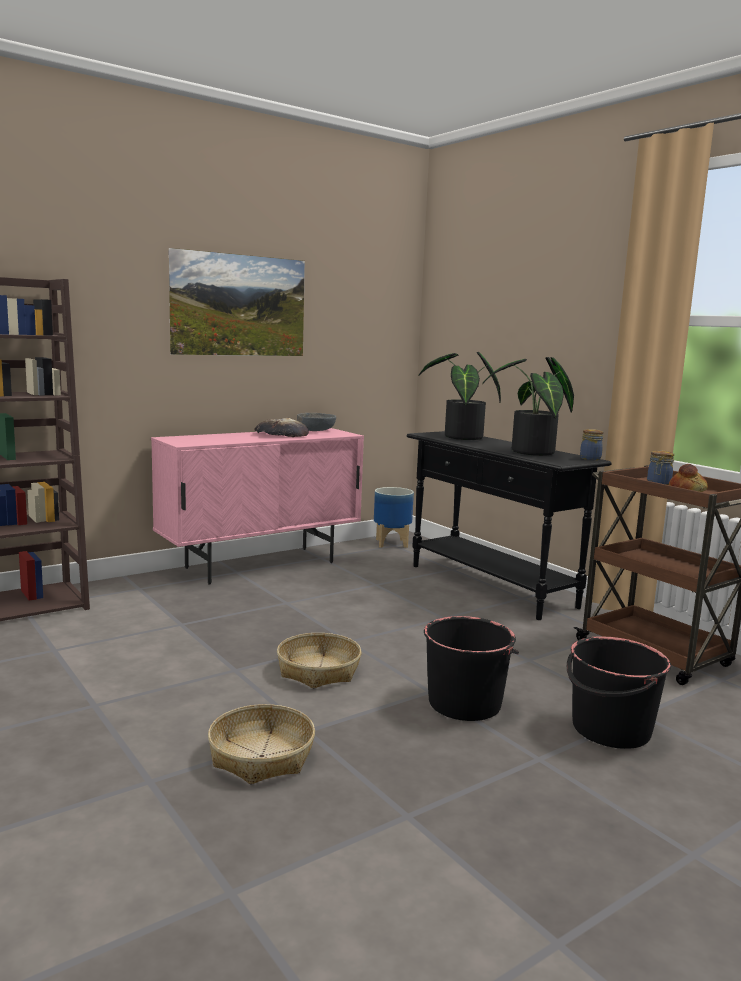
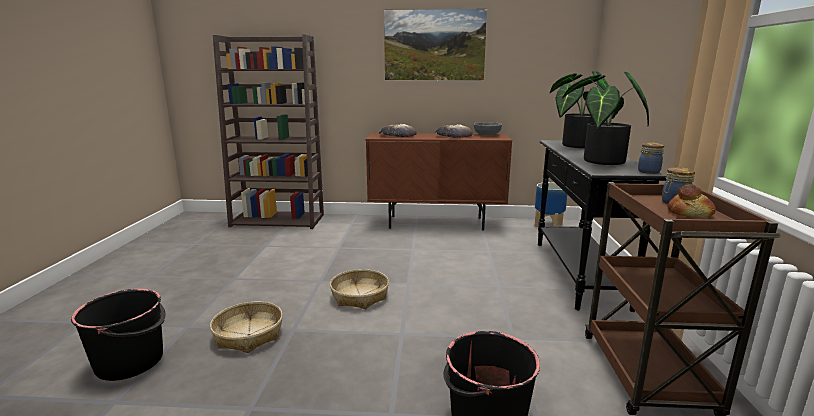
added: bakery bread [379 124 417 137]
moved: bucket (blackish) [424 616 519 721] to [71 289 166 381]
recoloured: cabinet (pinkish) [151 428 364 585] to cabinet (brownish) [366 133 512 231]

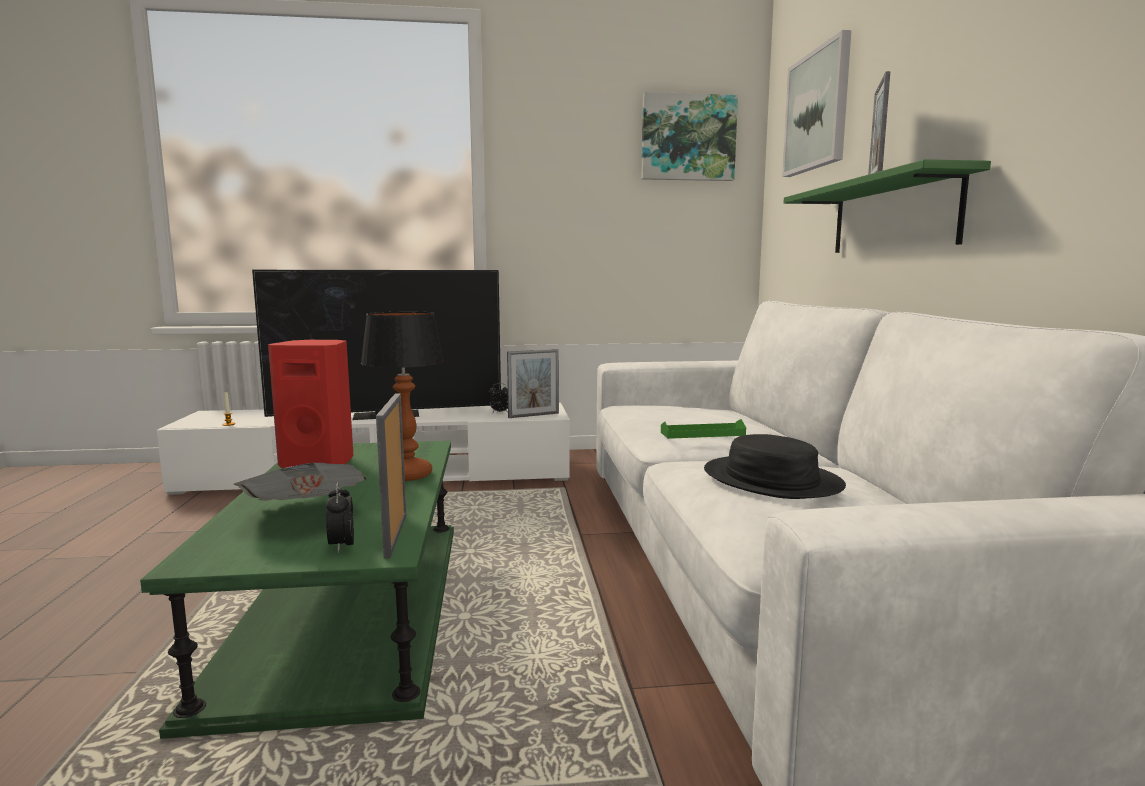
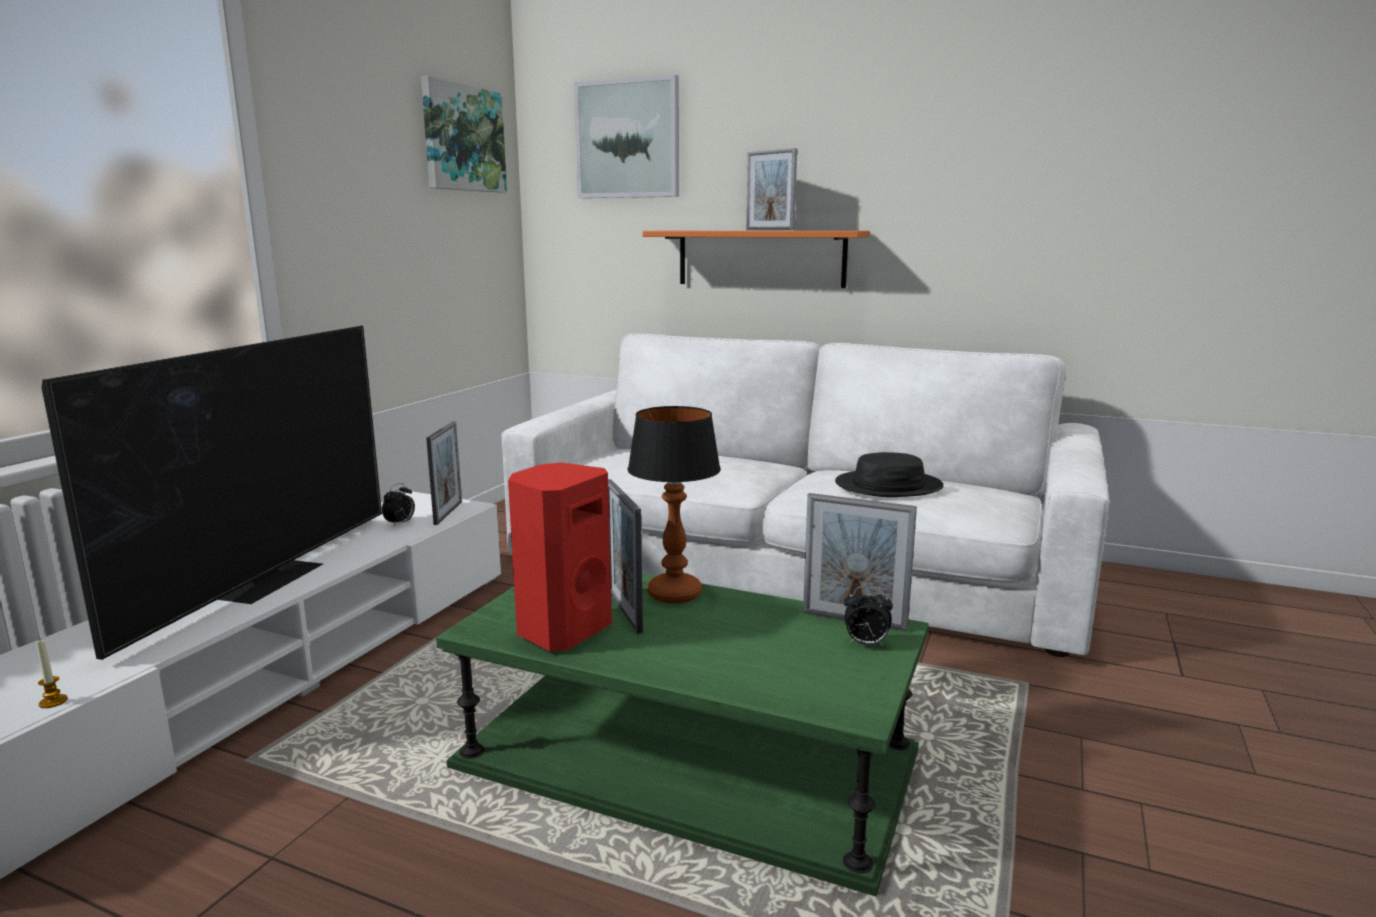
removed: tray (green) [661 419 746 439]; newspaper [233 463 367 501]
added: photo frame [608 479 643 634]
recoloured: wall shelf (green) [784 159 991 253] to wall shelf (orangey) [643 231 870 288]

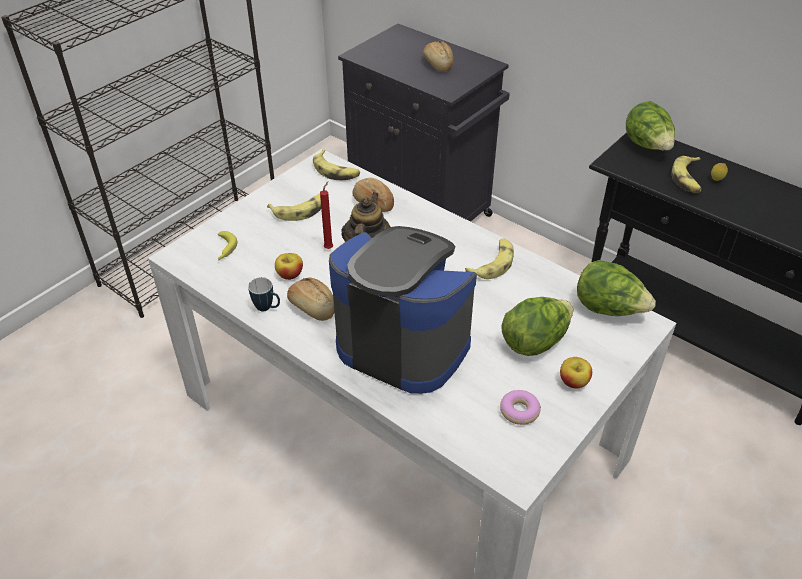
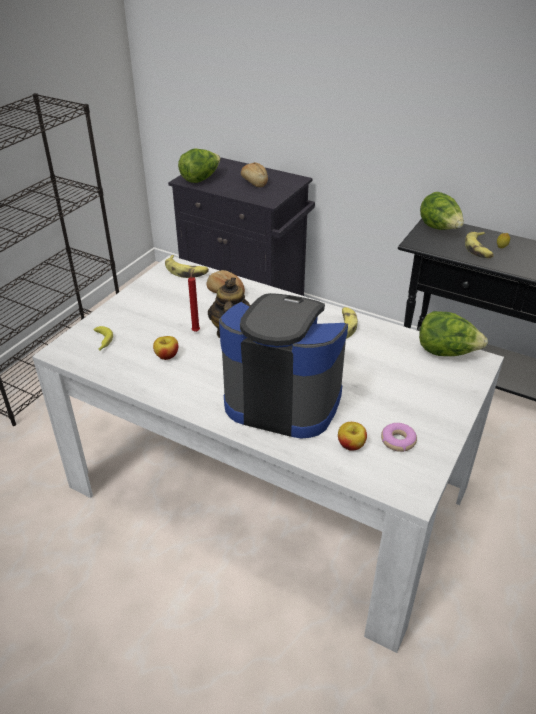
removed: banana fruit [267 193 321 221]; mug [248 277 280 311]; bakery bread [287 278 334 321]
moved: head of lettuce [501 297 573 356] to [178 148 220 183]; apple fruit [560 357 592 388] to [338 422 367 451]

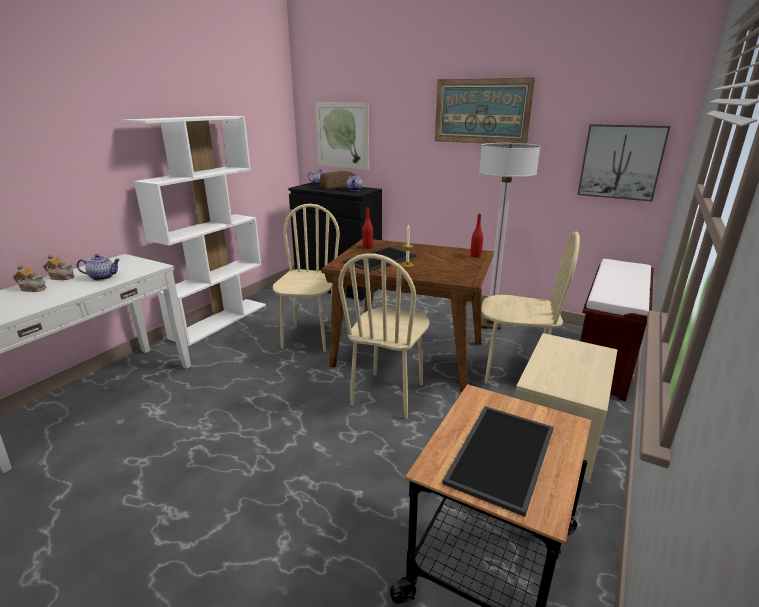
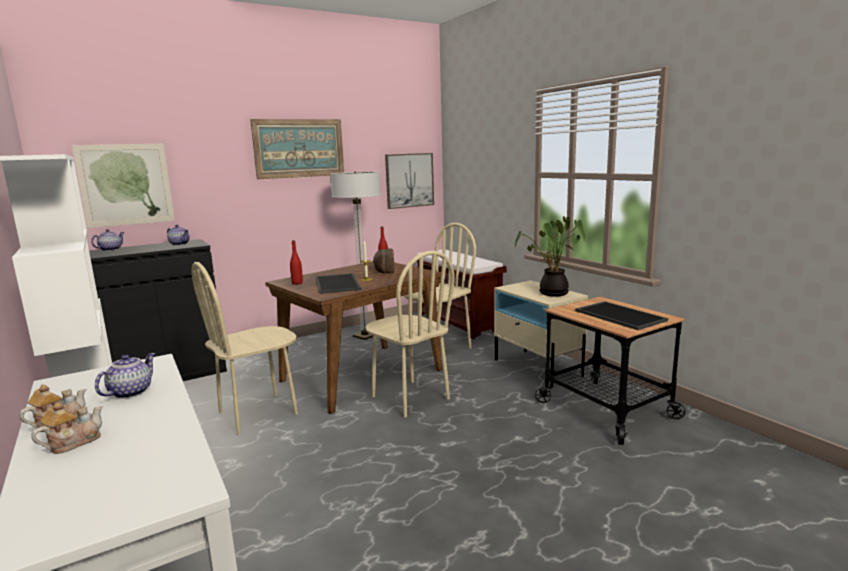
added: houseplant [515 216 586 297]
moved: bakery bread [320 171 353 189] to [373 248 395 273]
turned: plain chair (sand-coloured) [273 204 340 352] = [192 262 298 435] 75 degrees counterclockwise

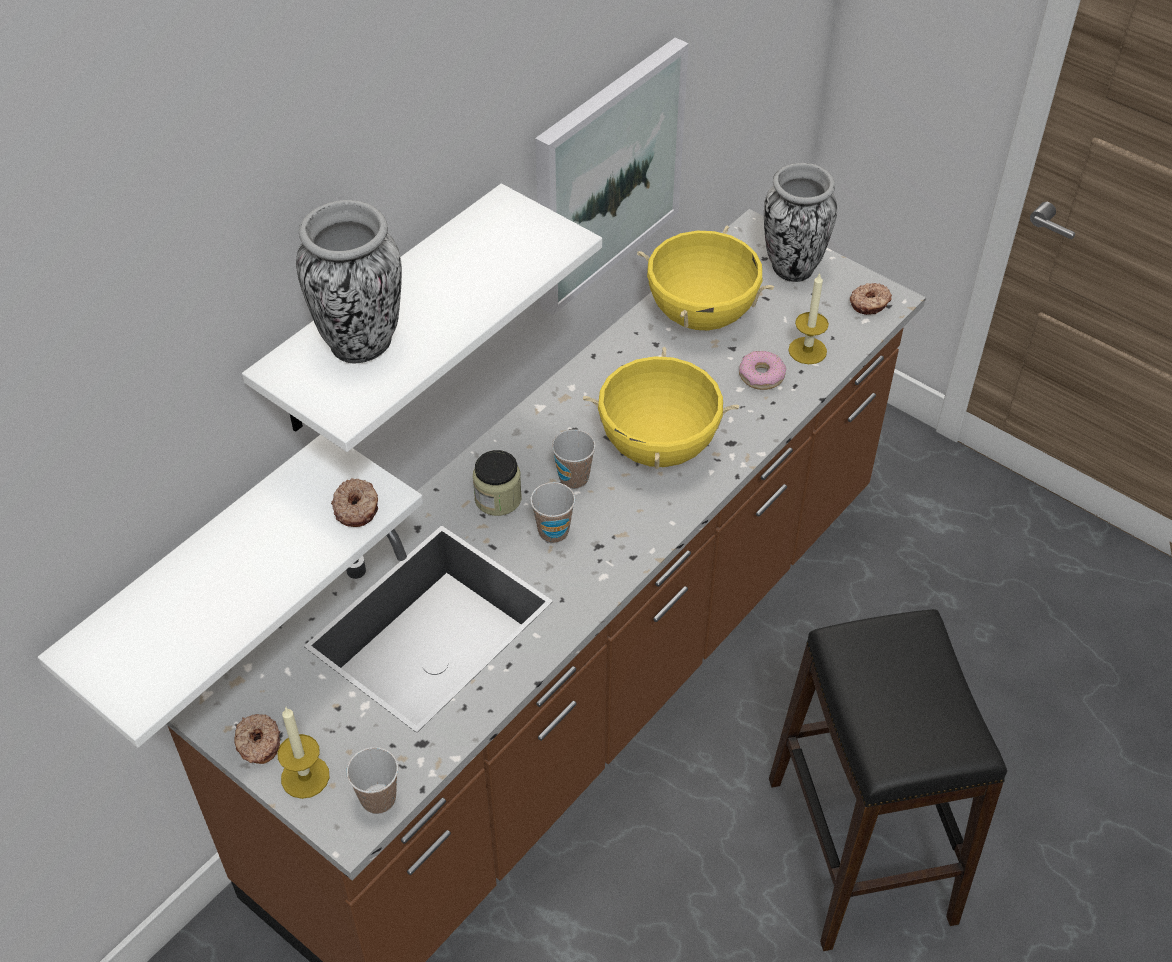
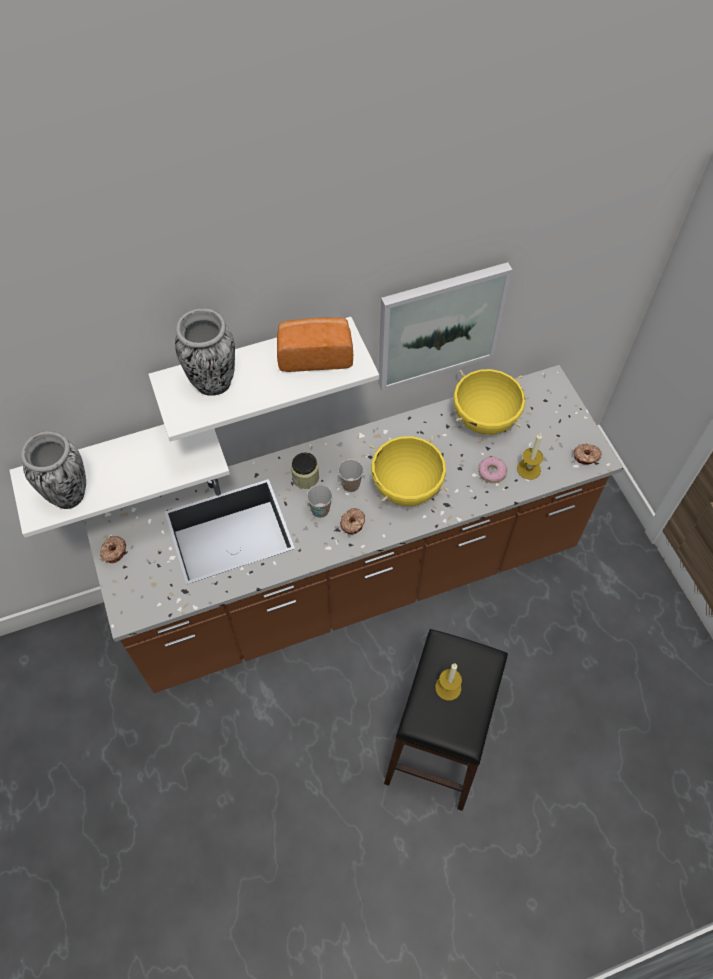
removed: small cup [346 747 398 814]
added: bakery bread [277 317 353 372]
moved: decorative vase [764 163 837 282] to [21 431 86 509]; donut [331 478 378 527] to [340 508 365 534]; wax candle [278 707 330 799] to [435 664 462 701]

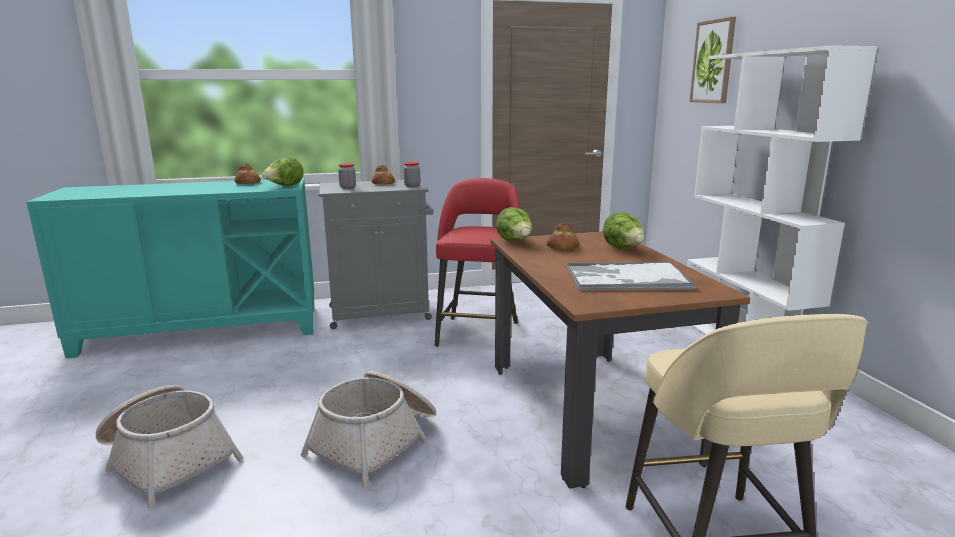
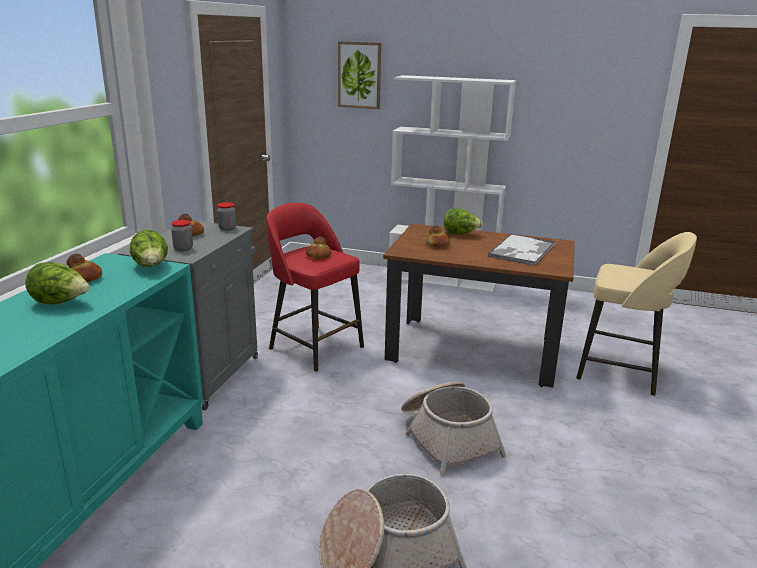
added: bakery bread [306 237 331 258]
moved: head of lettuce [496 207 533 242] to [25 262 90 305]

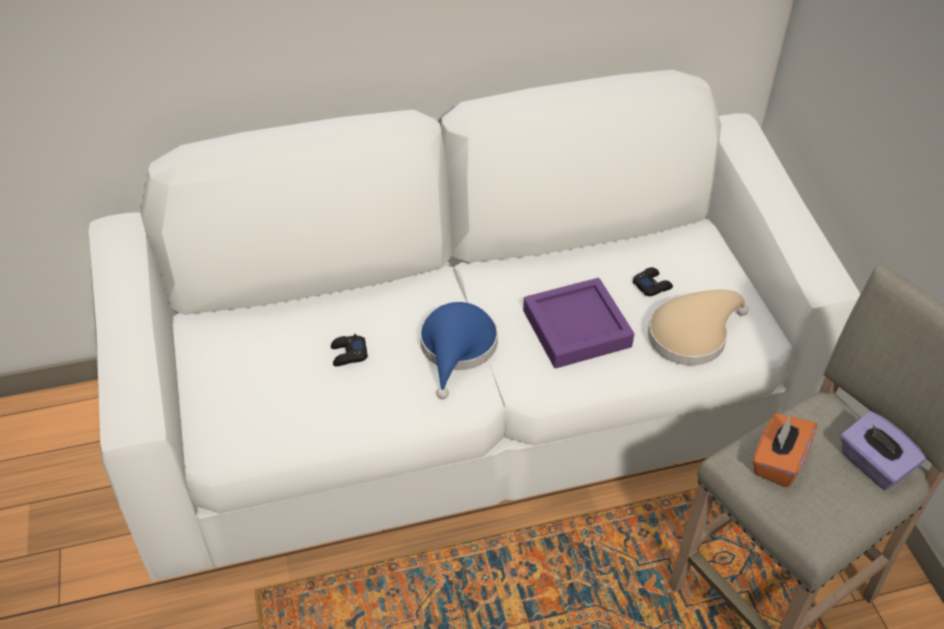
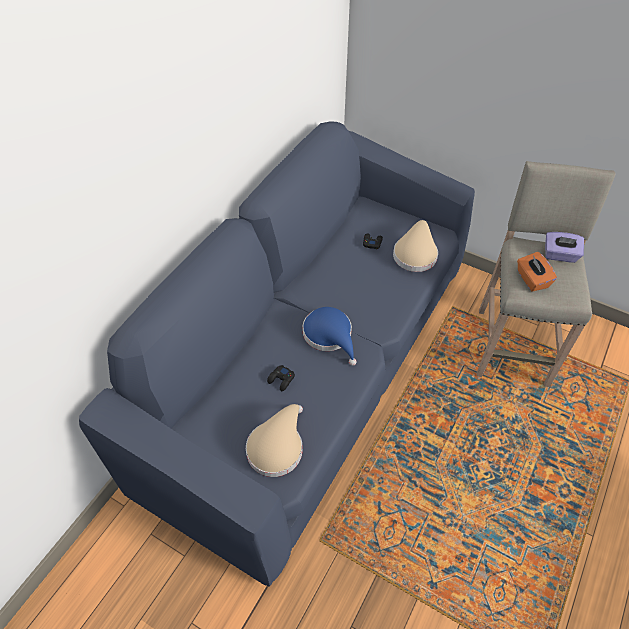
removed: tray (purple-coloured) [523 278 634 368]
added: clothing hat (sand-coloured) [246 404 303 477]
recoloured: sofa (whitish) [89 70 860 581] to sofa (bluish) [79 121 475 587]

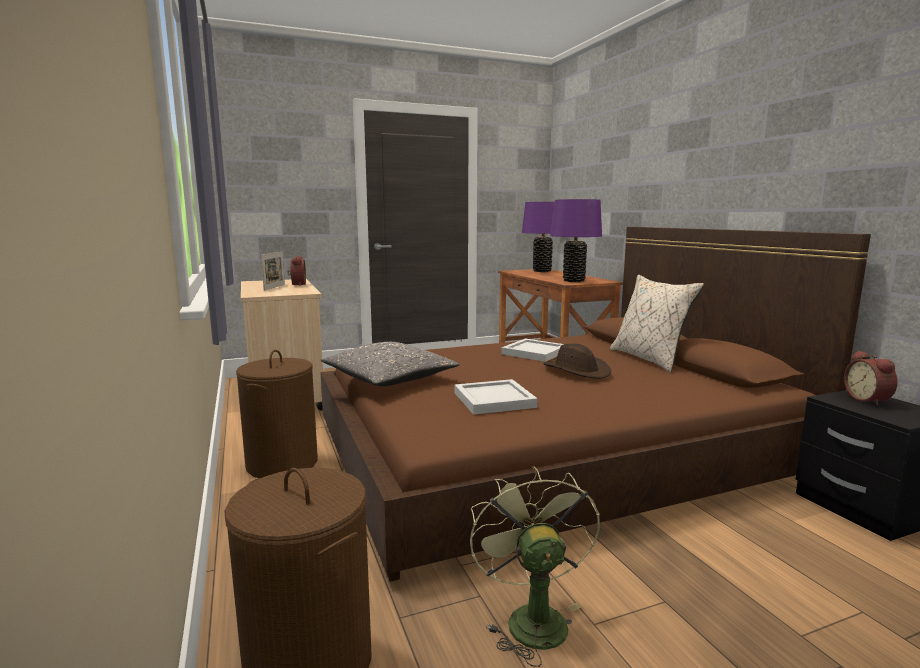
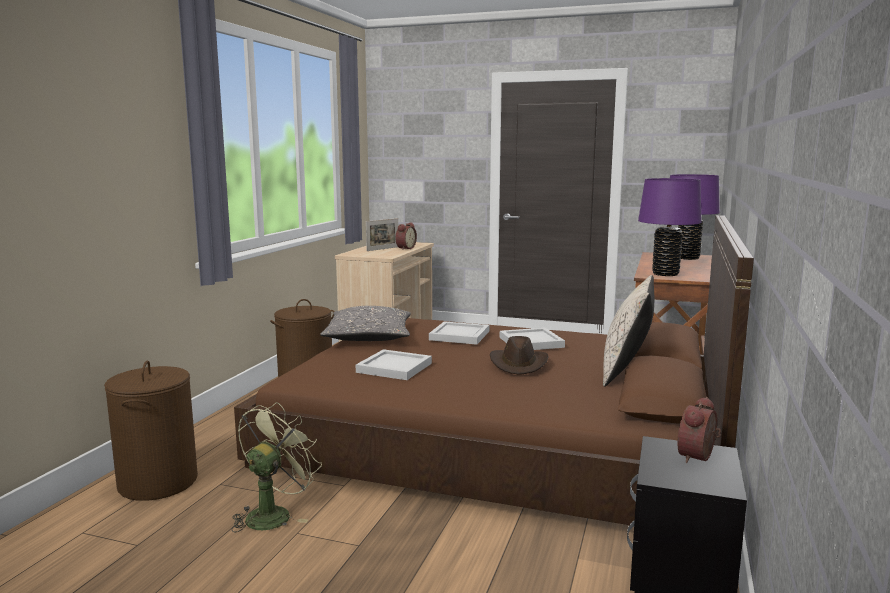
added: tray (whitish) [429 321 489 345]

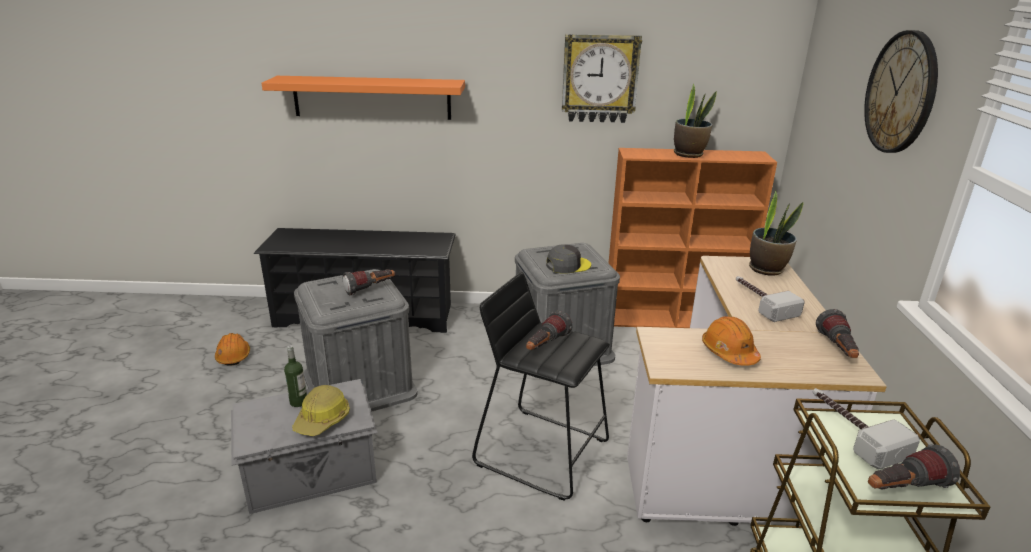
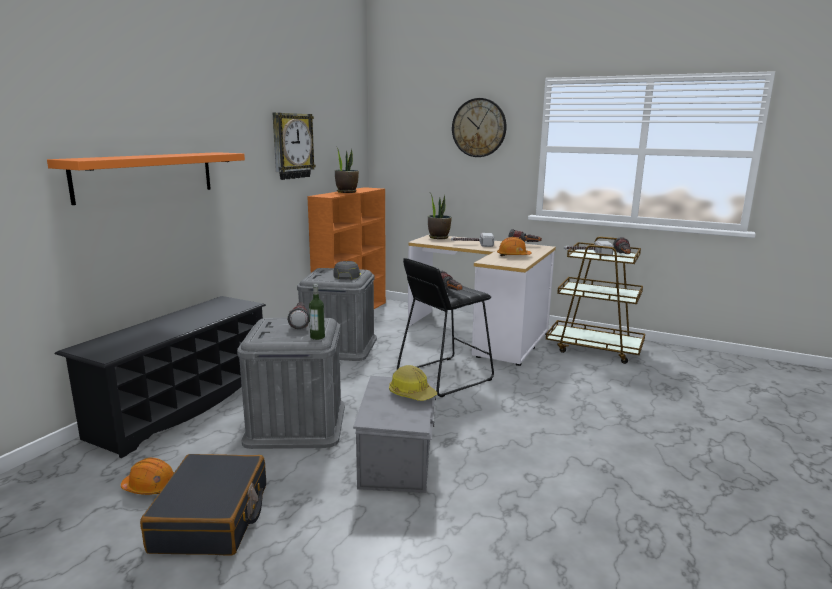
added: travel case (blackish) [140 454 266 556]
moved: drink bottle [284 345 307 407] to [309 284 325 340]

